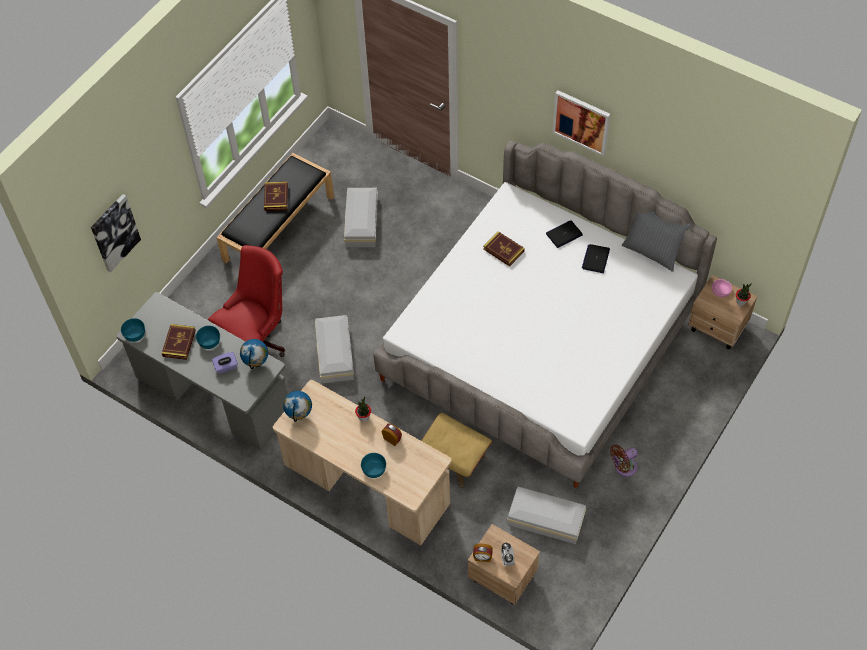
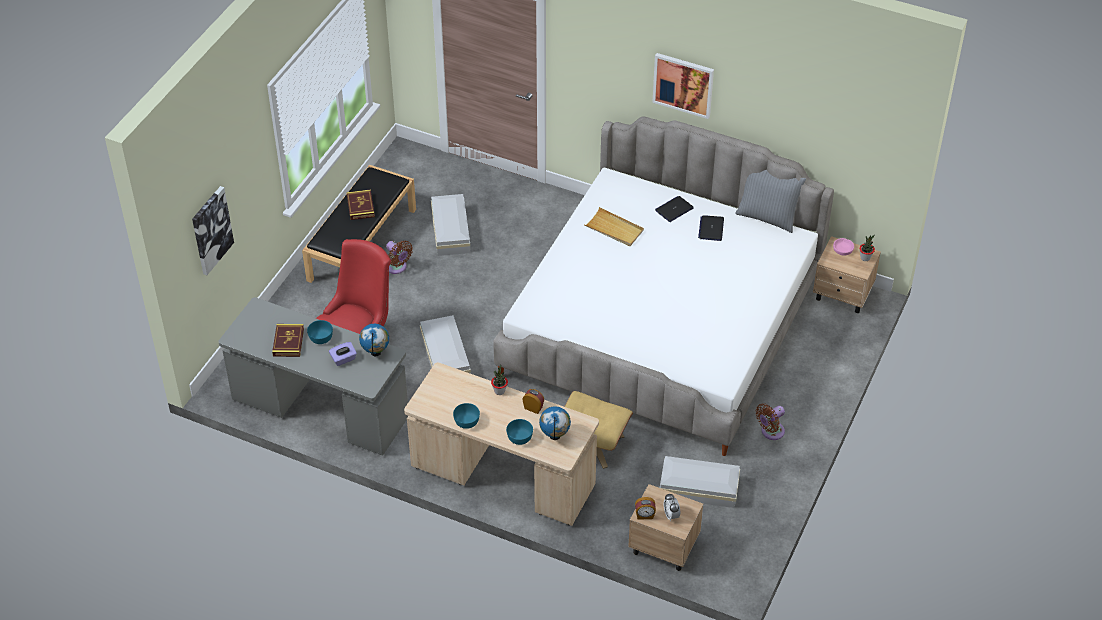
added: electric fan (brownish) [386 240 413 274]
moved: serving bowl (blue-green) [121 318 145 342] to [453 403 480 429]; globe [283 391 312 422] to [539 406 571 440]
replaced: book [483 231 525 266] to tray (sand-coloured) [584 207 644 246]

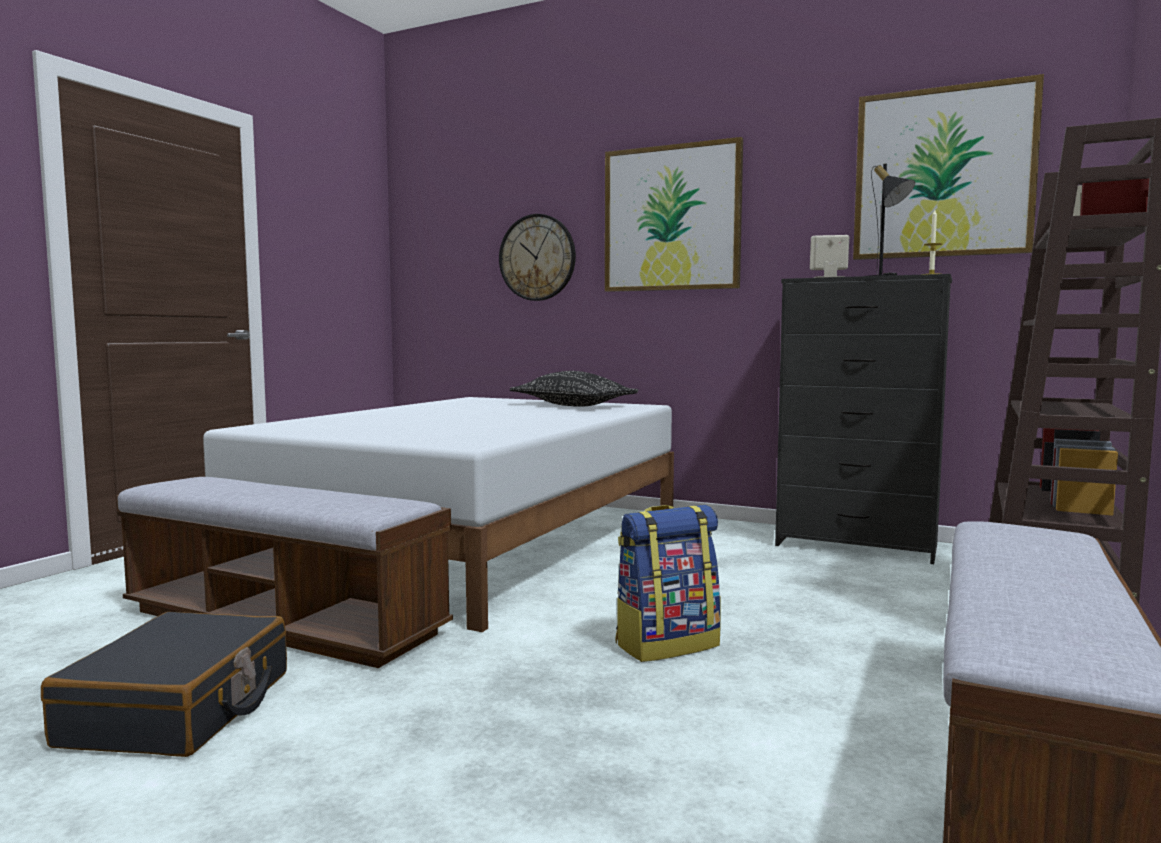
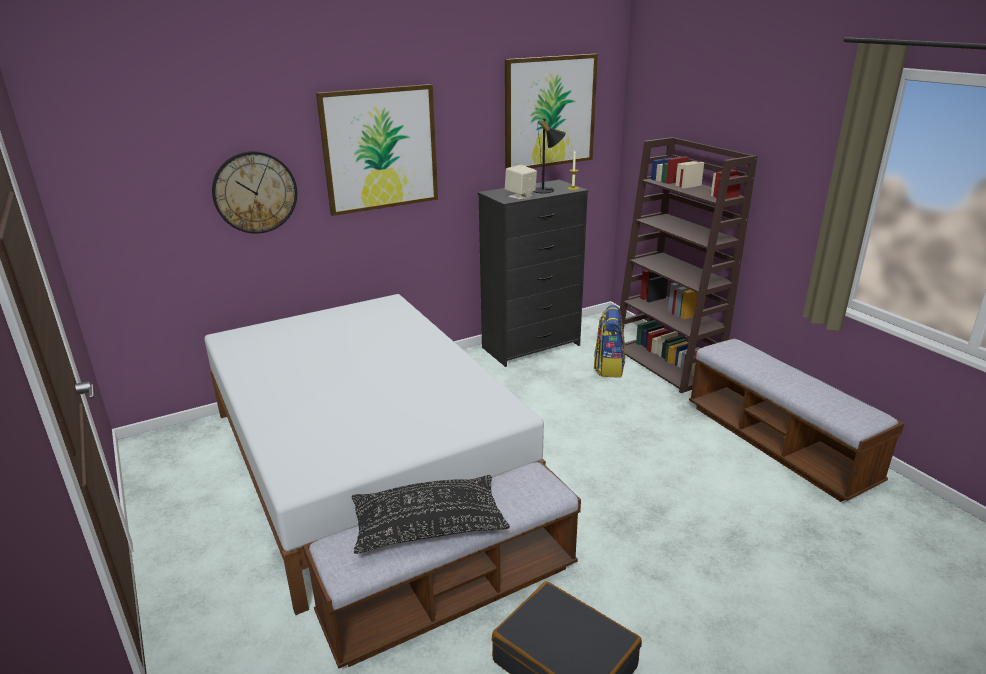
moved: pillow (blackish) [510 371 639 407] to [352 475 510 554]; knapsack [615 505 721 662] to [594 305 625 378]

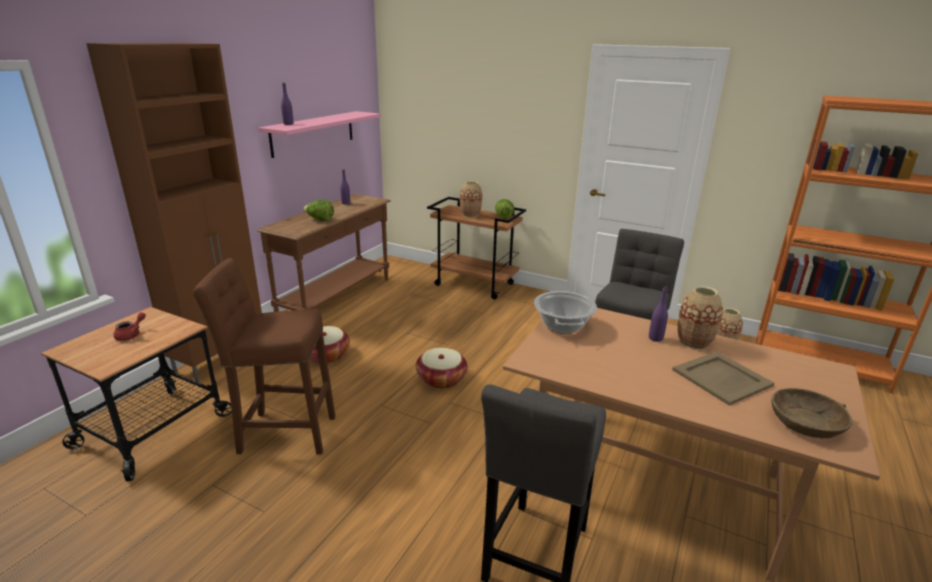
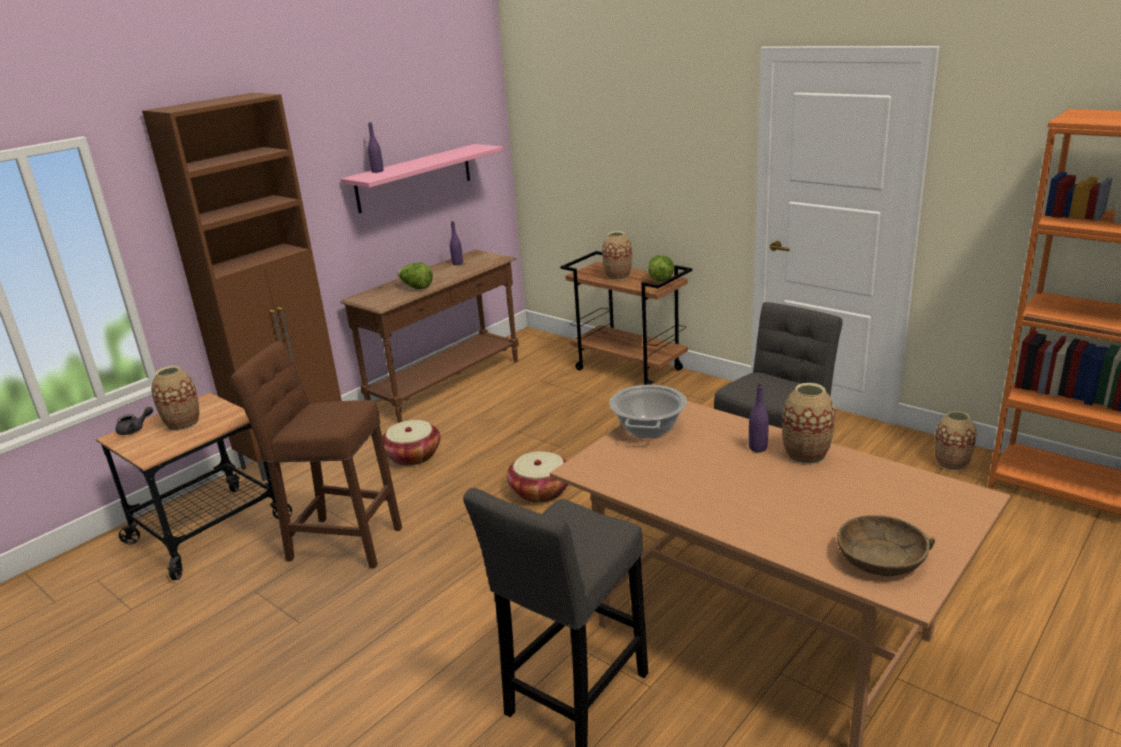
removed: tray (sand-coloured) [672 351 774 405]
added: teapot (gray) [116 407 153 435]
replaced: teapot (reddish) [113 312 146 341] to decorative vase [151 366 199 431]

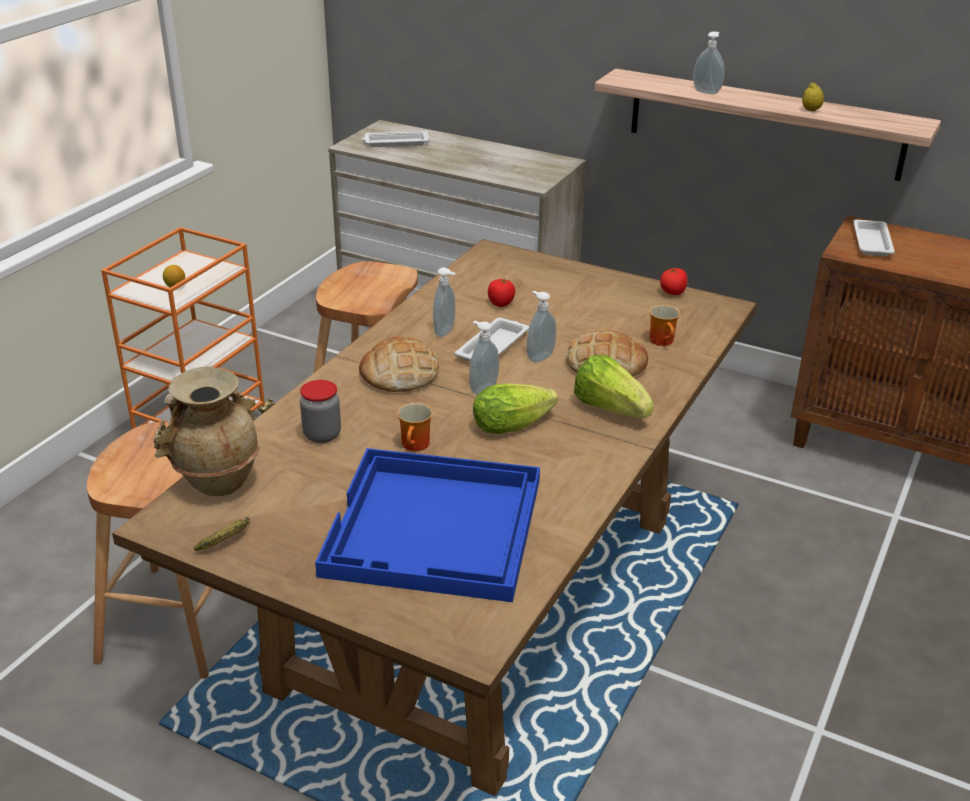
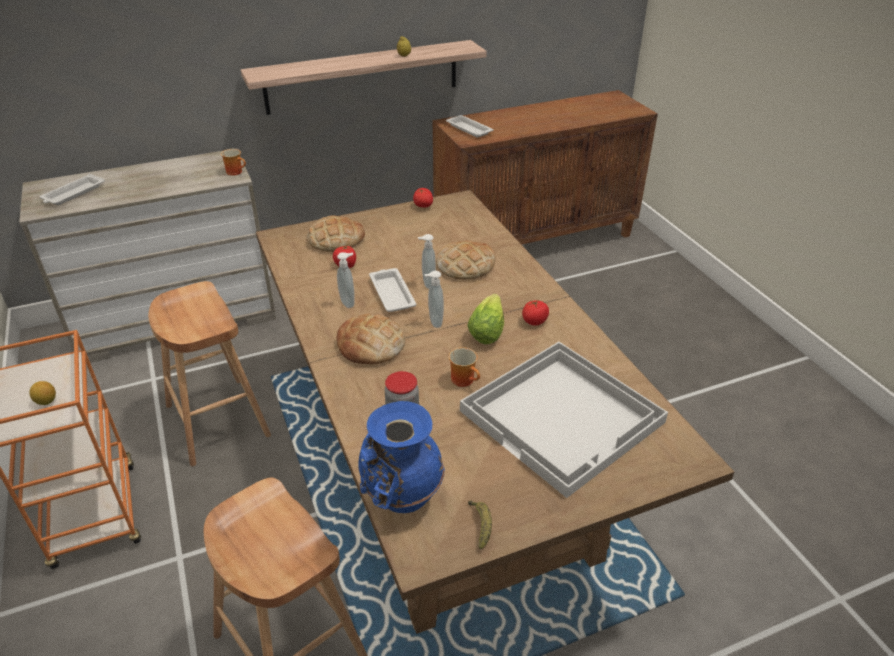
removed: soap dispenser [693 31 725 95]; head of lettuce [574 355 654 419]
added: bakery bread [307 215 365 252]; whole tomato [522 300 549 326]
moved: mug [649 305 680 346] to [221 149 246 176]
recoloured: decorative vase (sand-coloured) [154 367 260 496] to decorative vase (bluish) [358 401 445 513]; tray (bluish) [315 448 540 602] to tray (whitish) [460 342 668 498]

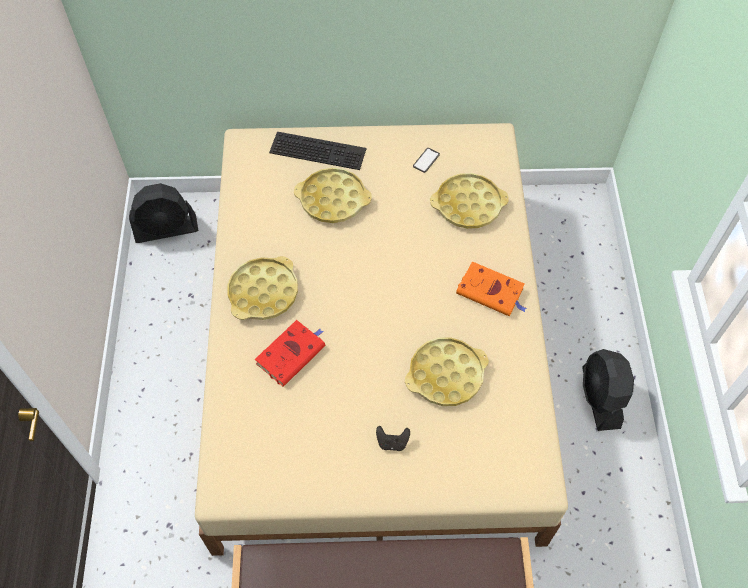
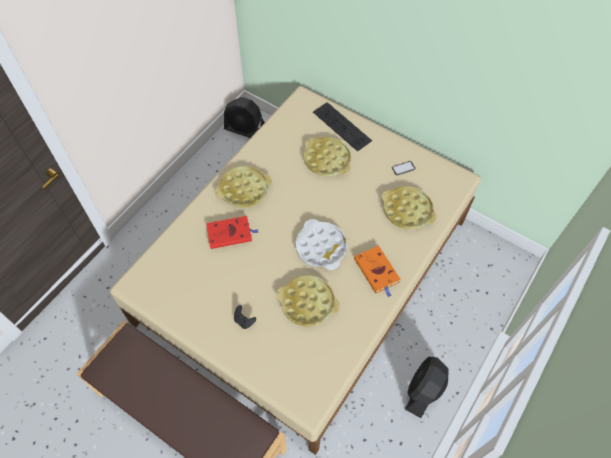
added: tray (whitish) [296 219 347 270]

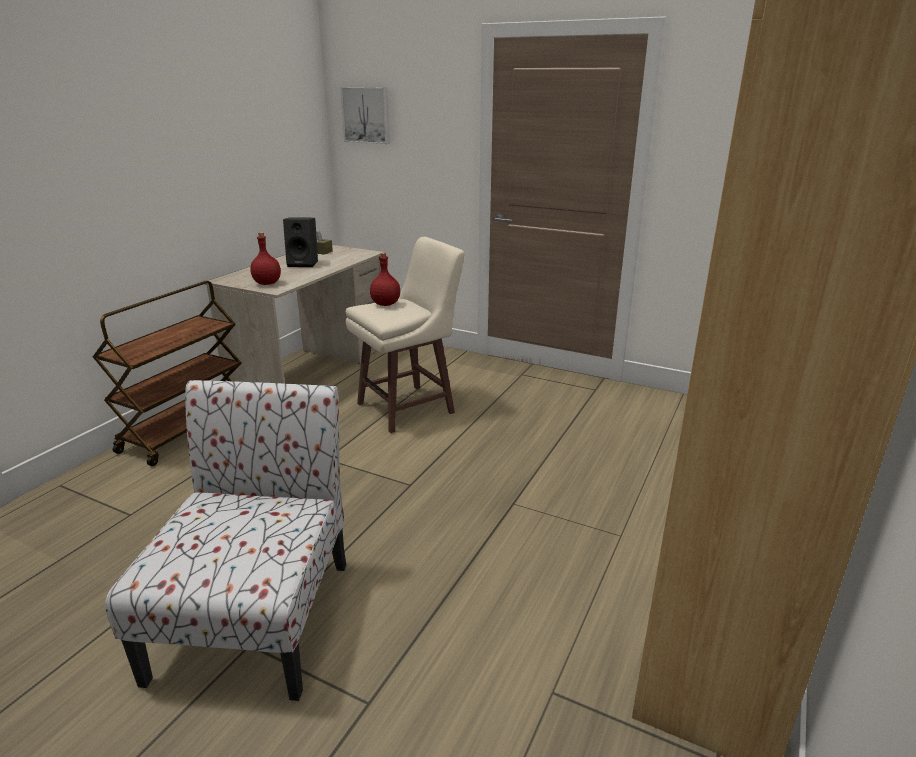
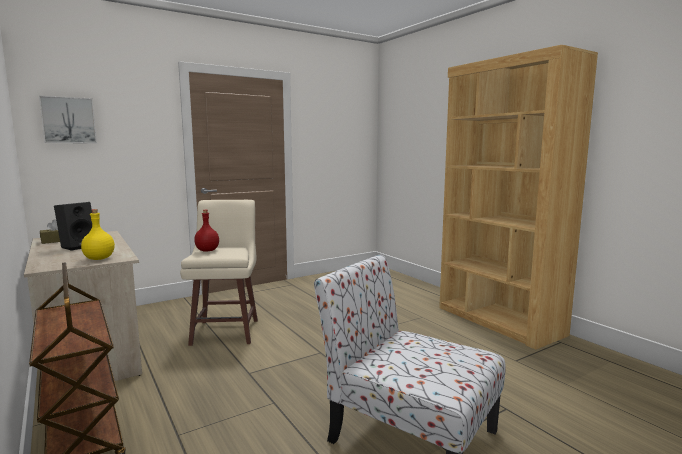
recoloured: drink bottle (reddish) [250 232 281 285] to drink bottle (yellowish) [81 209 115 260]

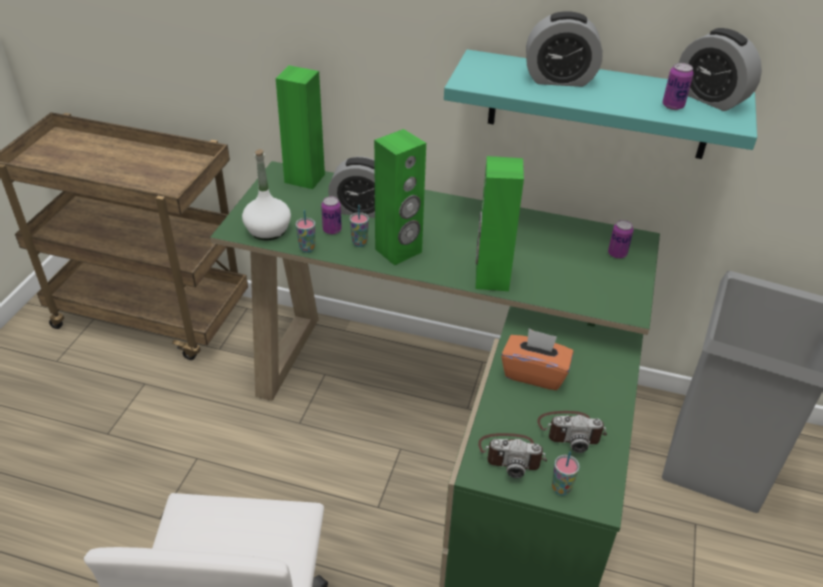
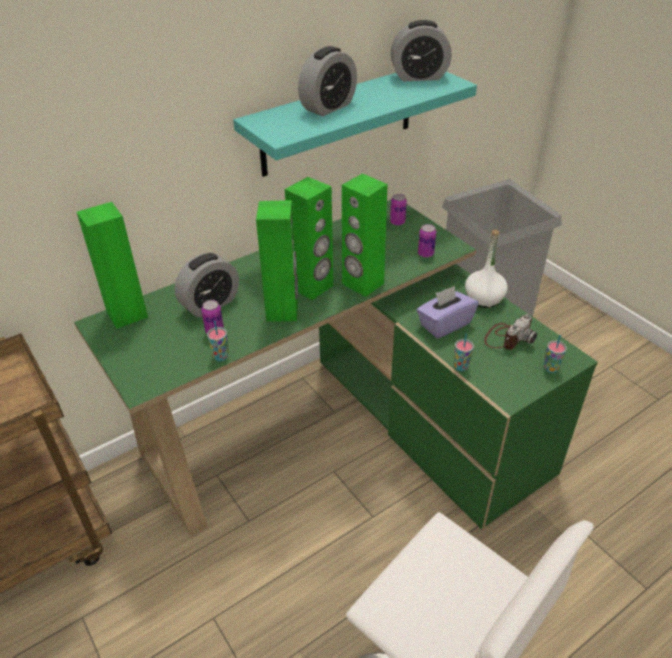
removed: photo camera [478 433 547 478]
added: audio speaker (green) [285 177 333 300]
moved: sealed can [662 63 694 110] to [418 224 436 258]; drink bottle (whitish) [242 149 291 240] to [465 229 508 308]; small cup [349 205 369 247] to [454 333 474 371]
recoloured: box of tissues (orangey) [501 329 573 390] to box of tissues (purple-coloured) [417 286 478 338]

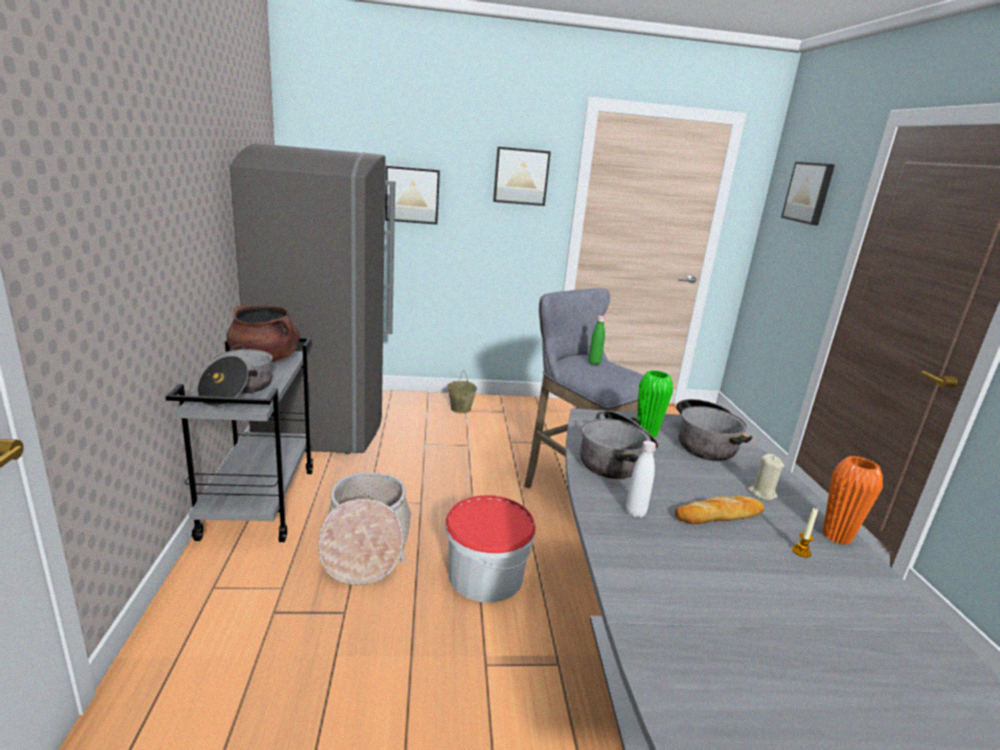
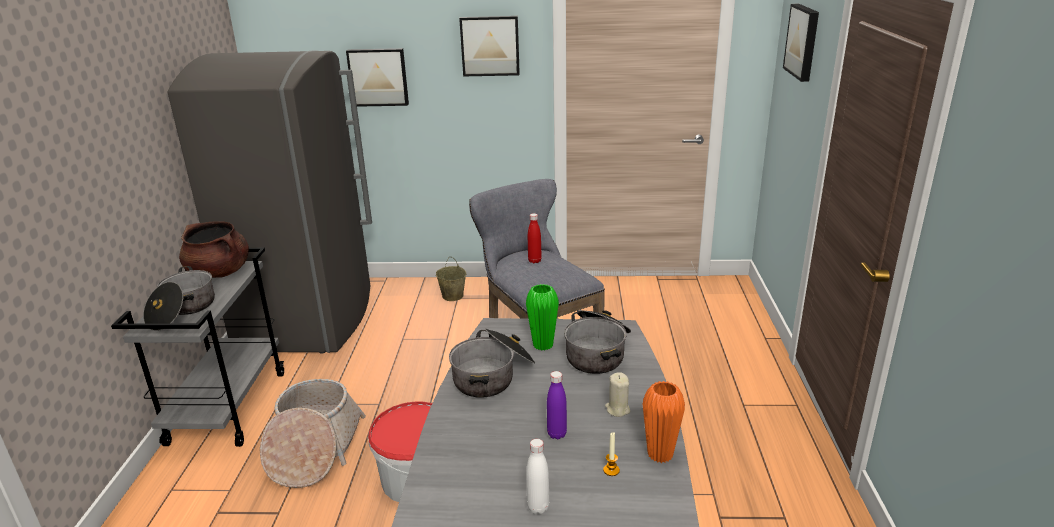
moved: drink bottle (whitish) [626 441 656 518] to [526 439 549 514]
replaced: bakery bread [675 496 764 524] to drink bottle (purple-coloured) [547 371 567 439]
recoloured: drink bottle (green) [588 316 605 365] to drink bottle (reddish) [528 213 542 263]

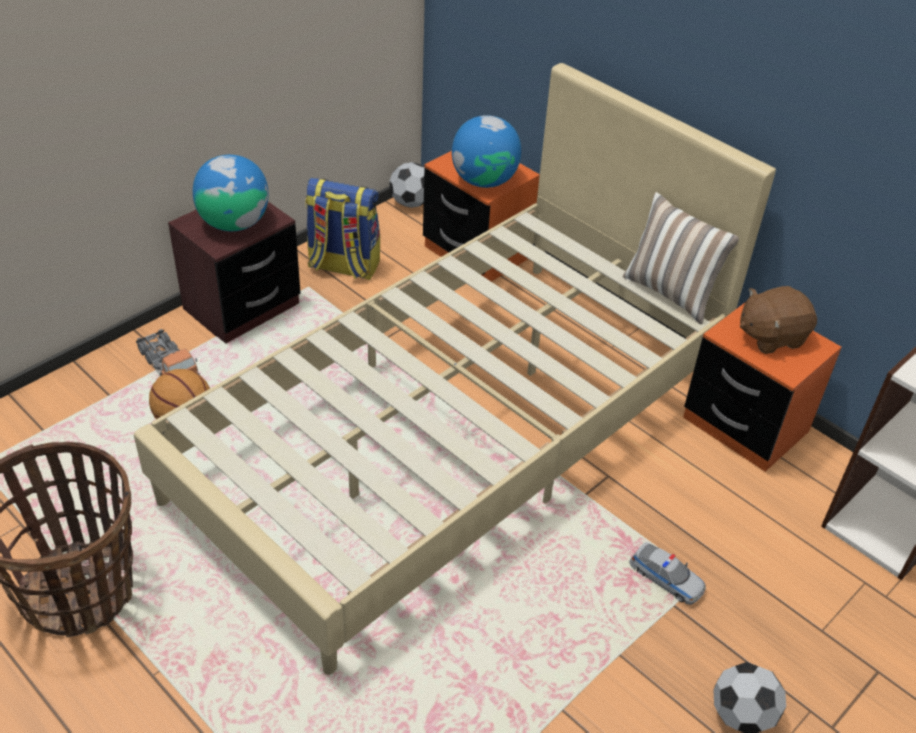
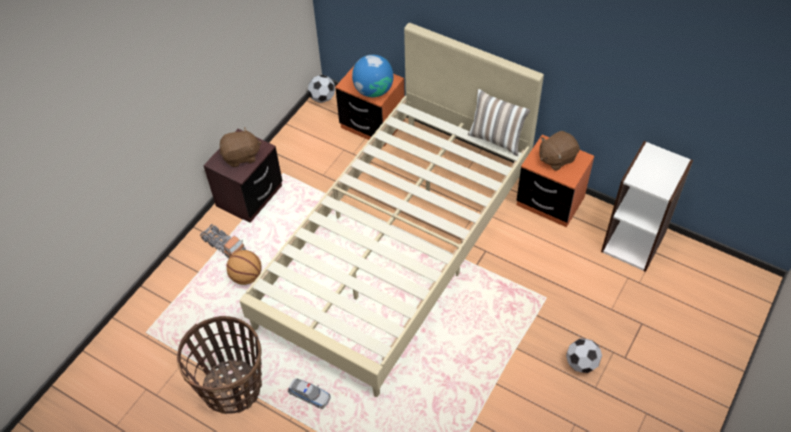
removed: knapsack [305 178 380 280]
moved: toy car [629 542 706 605] to [288 378 331 409]
replaced: globe [193 155 269 231] to cuddly toy (brownish) [220 127 261 167]

